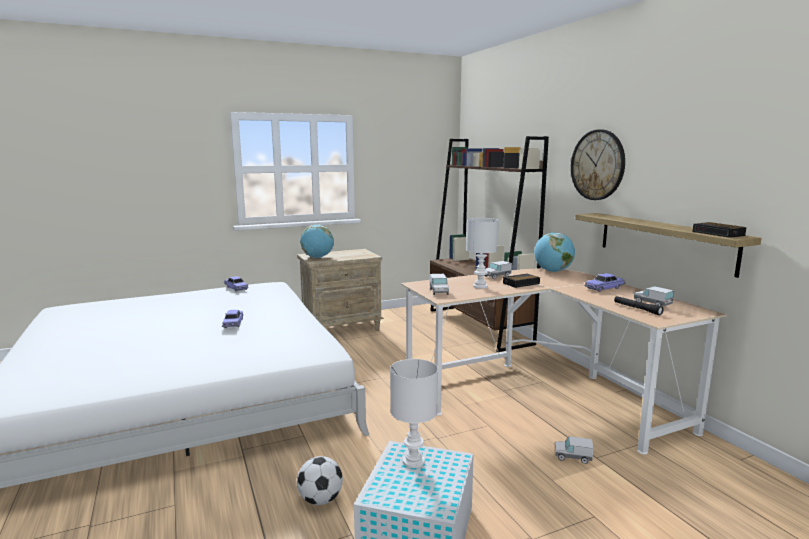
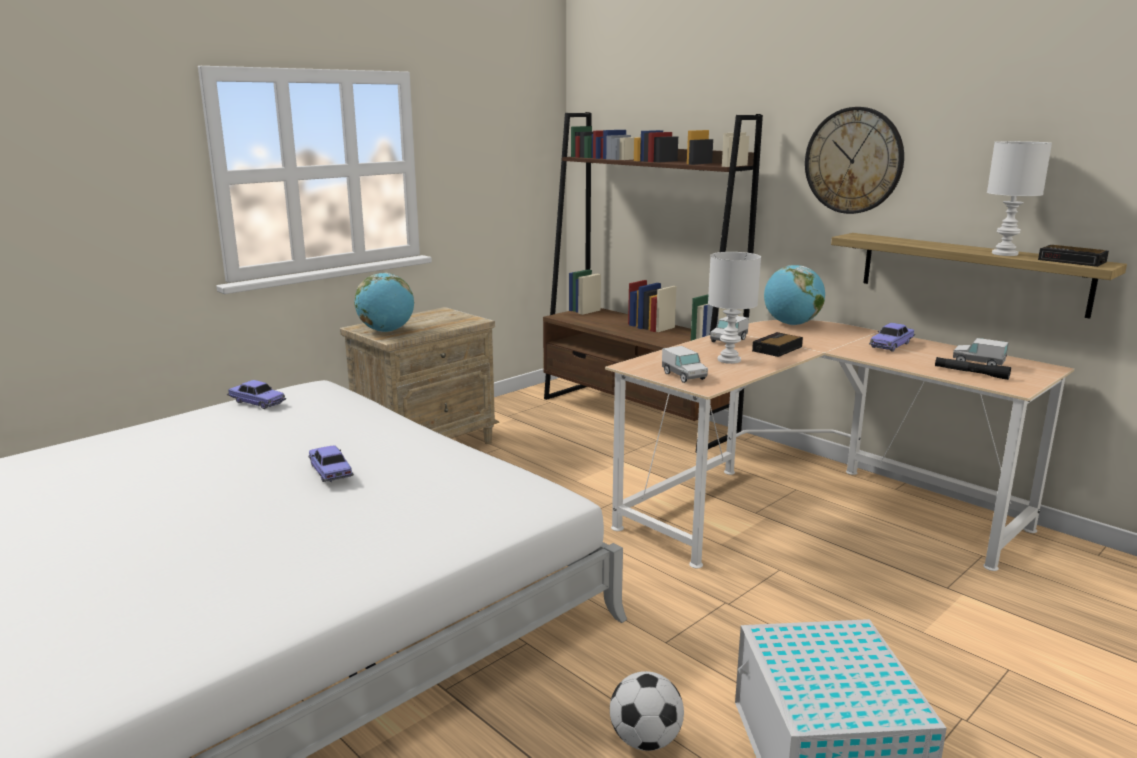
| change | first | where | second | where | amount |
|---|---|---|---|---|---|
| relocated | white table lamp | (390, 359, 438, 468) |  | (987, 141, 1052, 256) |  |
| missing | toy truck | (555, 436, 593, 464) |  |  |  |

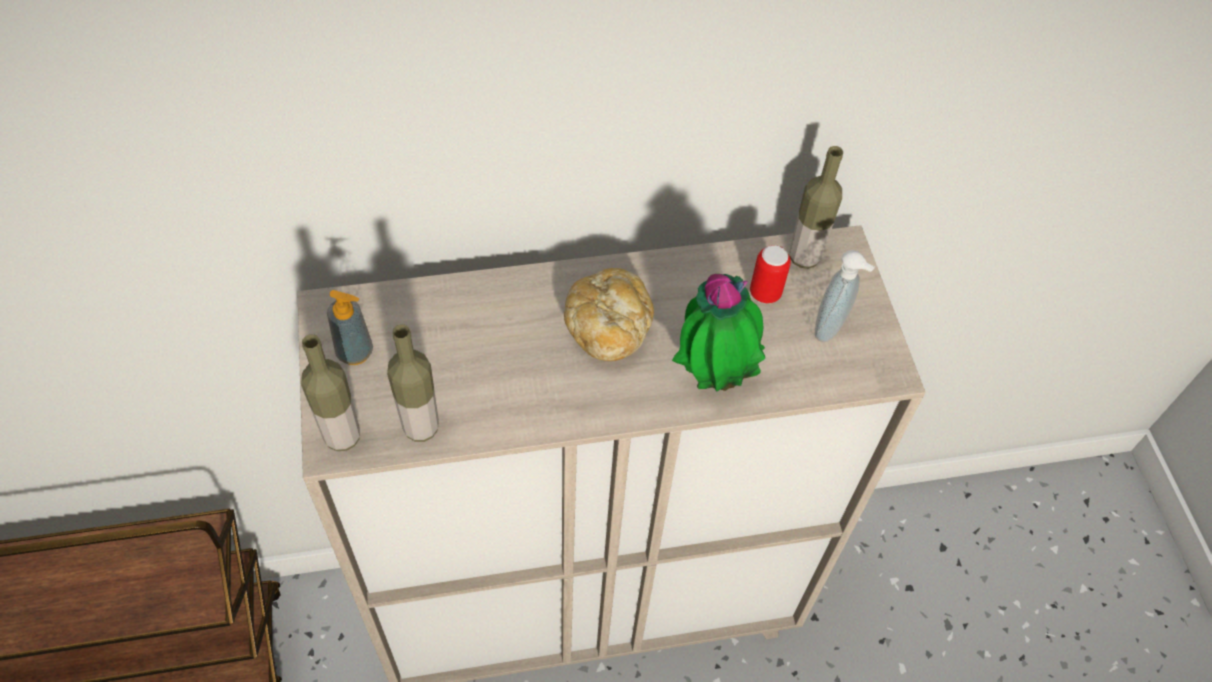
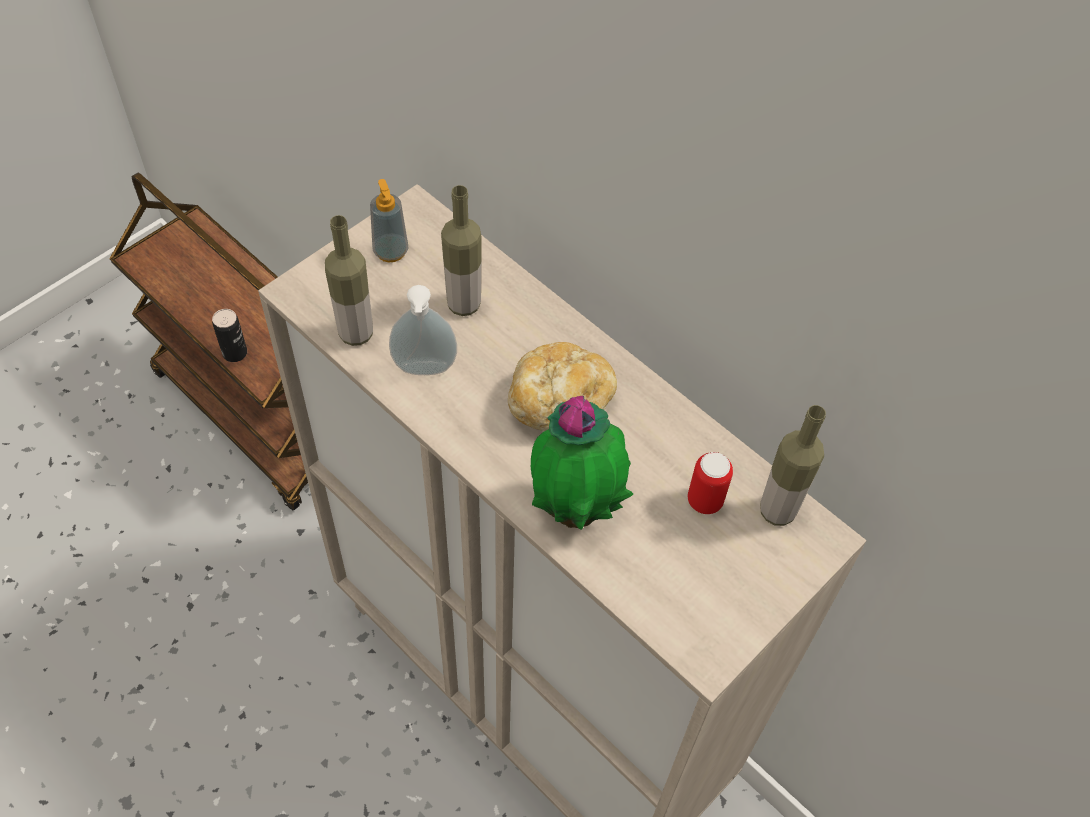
| change | first | where | second | where | amount |
|---|---|---|---|---|---|
| relocated | soap dispenser | (815, 250, 875, 342) |  | (389, 285, 457, 375) |  |
| relocated | bottle | (301, 334, 360, 451) |  | (441, 185, 482, 316) |  |
| appeared |  |  | can | (212, 309, 247, 362) |  |

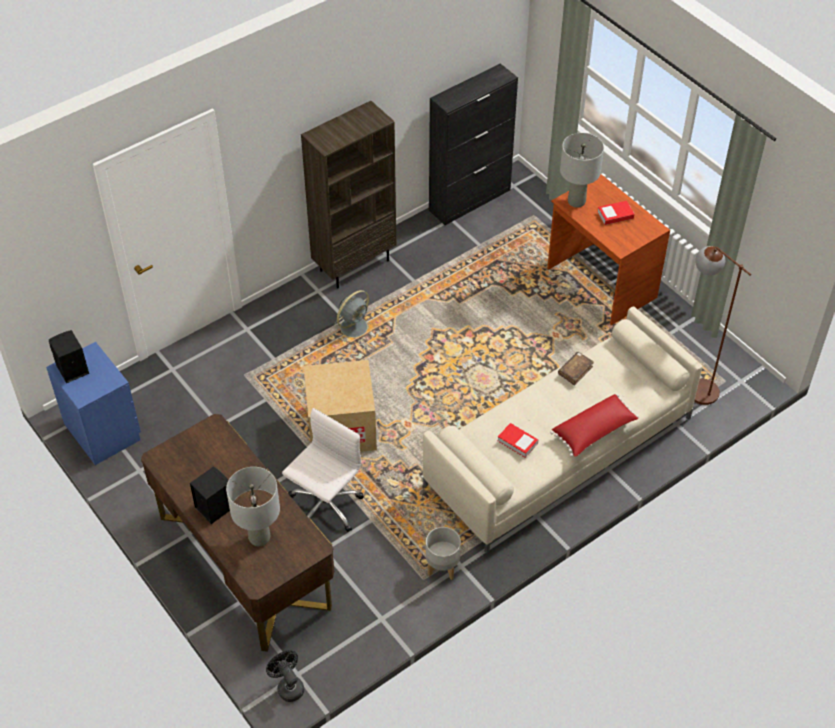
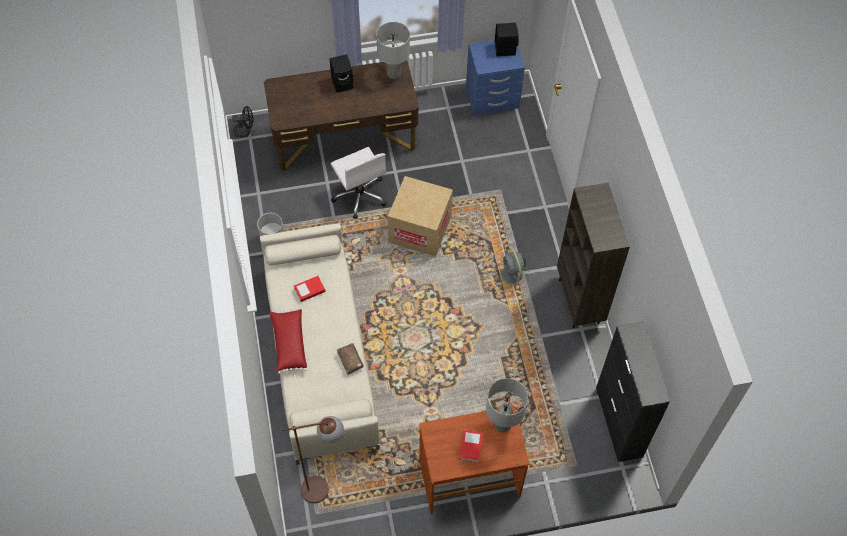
| change | first | where | second | where | amount |
|---|---|---|---|---|---|
| relocated | grey table lamp | (226, 467, 280, 546) |  | (376, 22, 410, 79) |  |

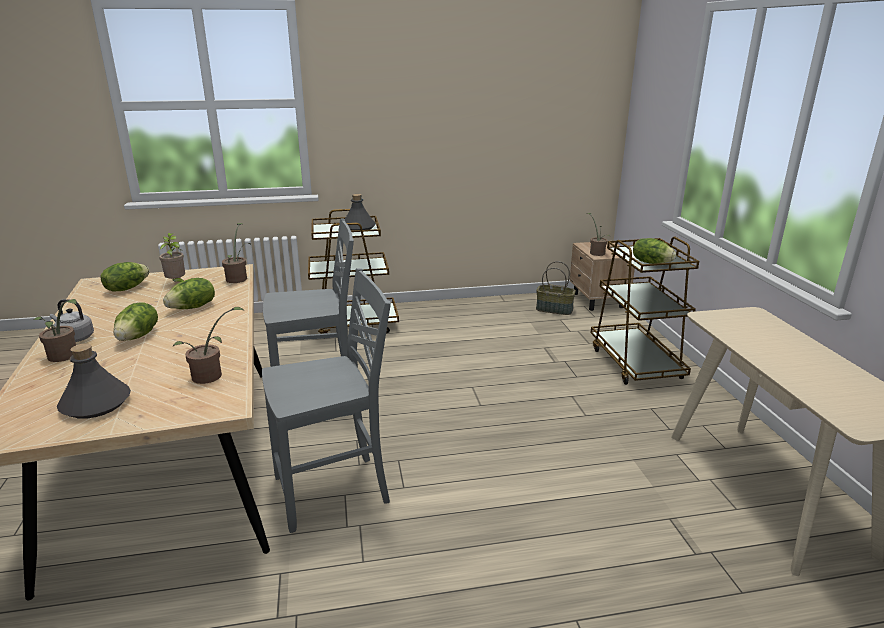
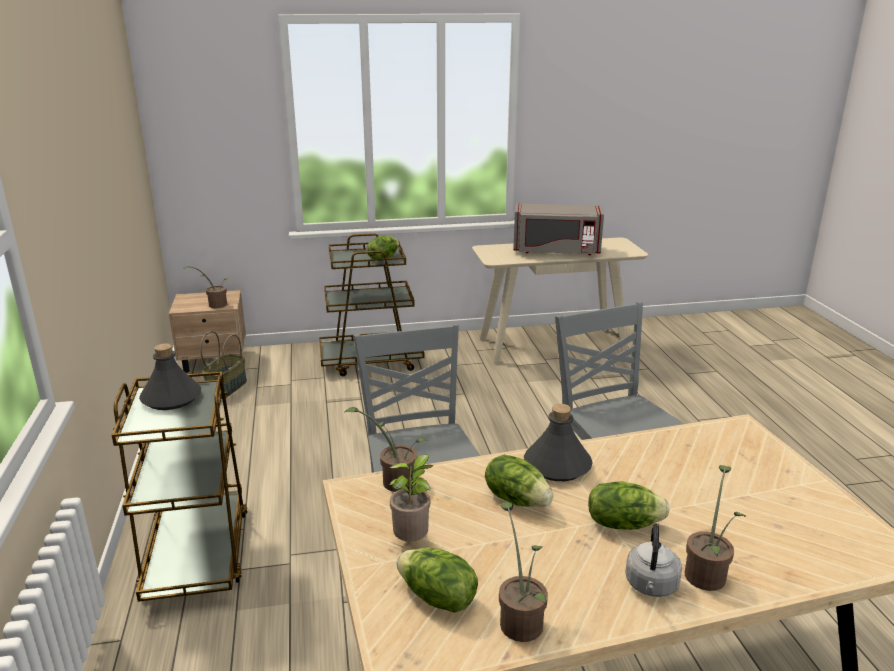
| change | first | where | second | where | amount |
|---|---|---|---|---|---|
| relocated | potted plant | (173, 307, 245, 384) |  | (499, 502, 548, 642) |  |
| relocated | grey bottle | (57, 343, 131, 419) |  | (524, 404, 593, 481) |  |
| appeared |  |  | grey microwave | (513, 203, 604, 255) |  |

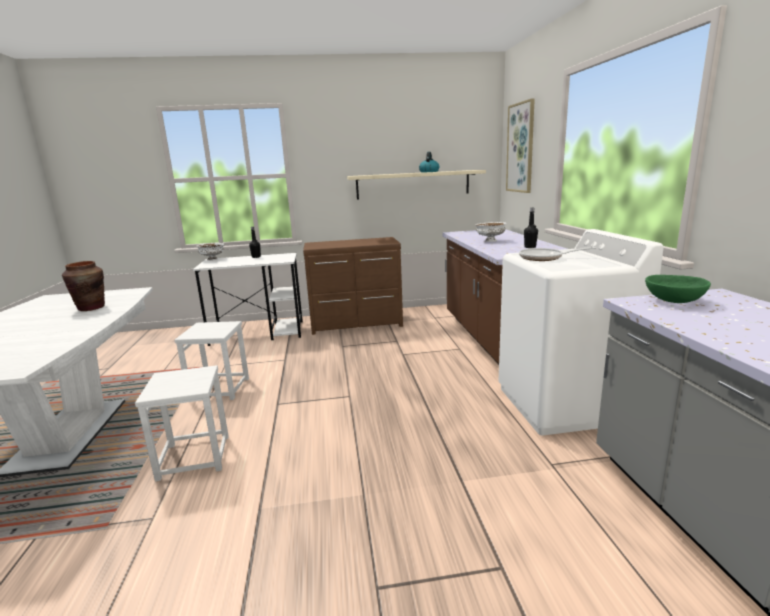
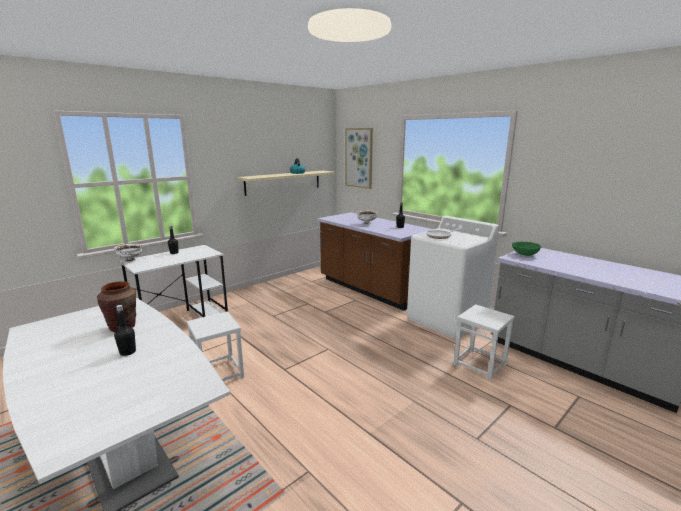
| change | first | where | second | where | amount |
|---|---|---|---|---|---|
| missing | brown dresser | (303, 237, 403, 335) |  |  |  |
| relocated | white stool | (135, 365, 229, 482) |  | (454, 304, 515, 380) |  |
| appeared |  |  | black bottle | (114, 305, 136, 356) |  |

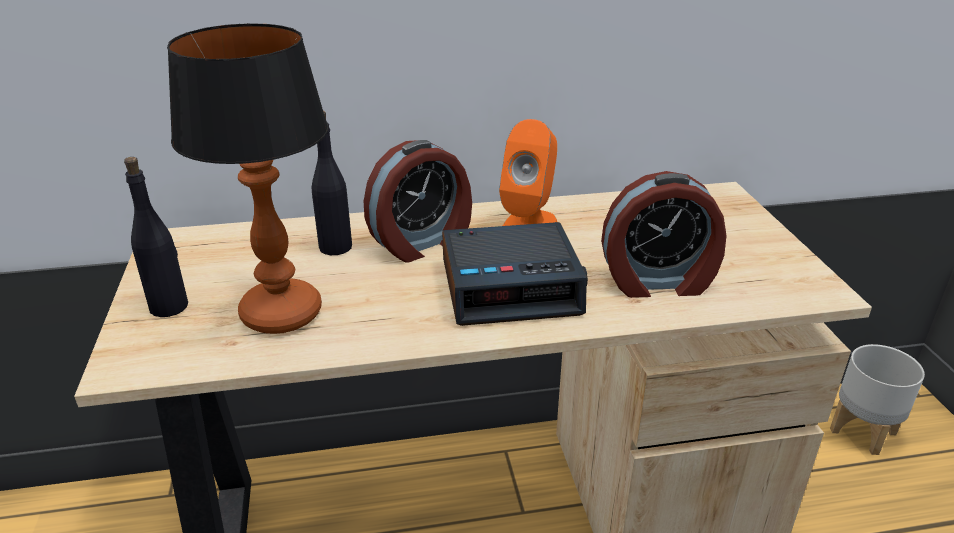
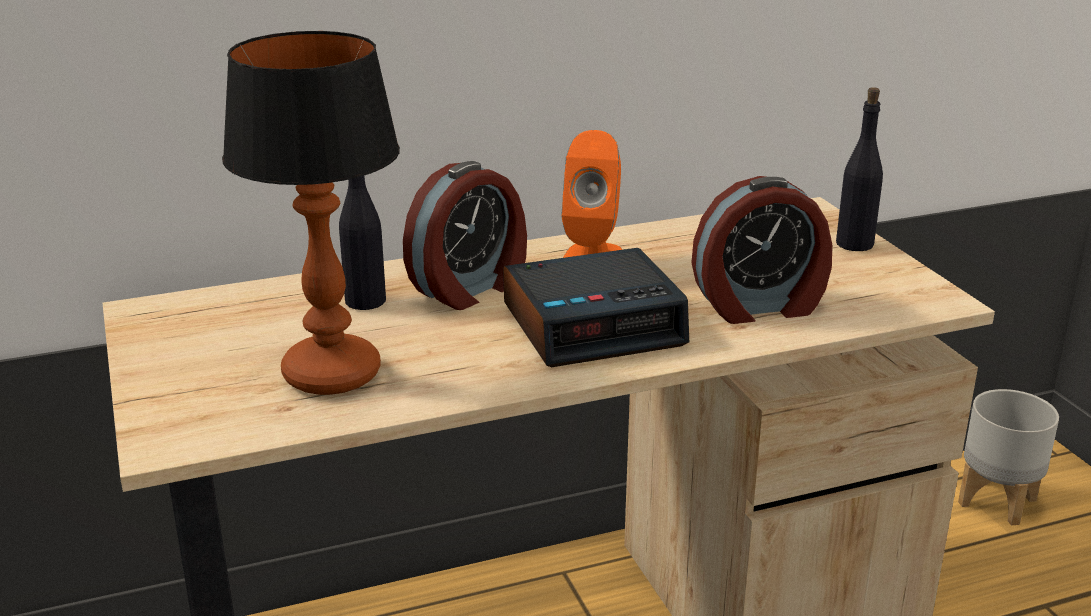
| change | first | where | second | where | amount |
|---|---|---|---|---|---|
| relocated | black bottle | (124, 157, 188, 317) |  | (836, 87, 883, 251) |  |

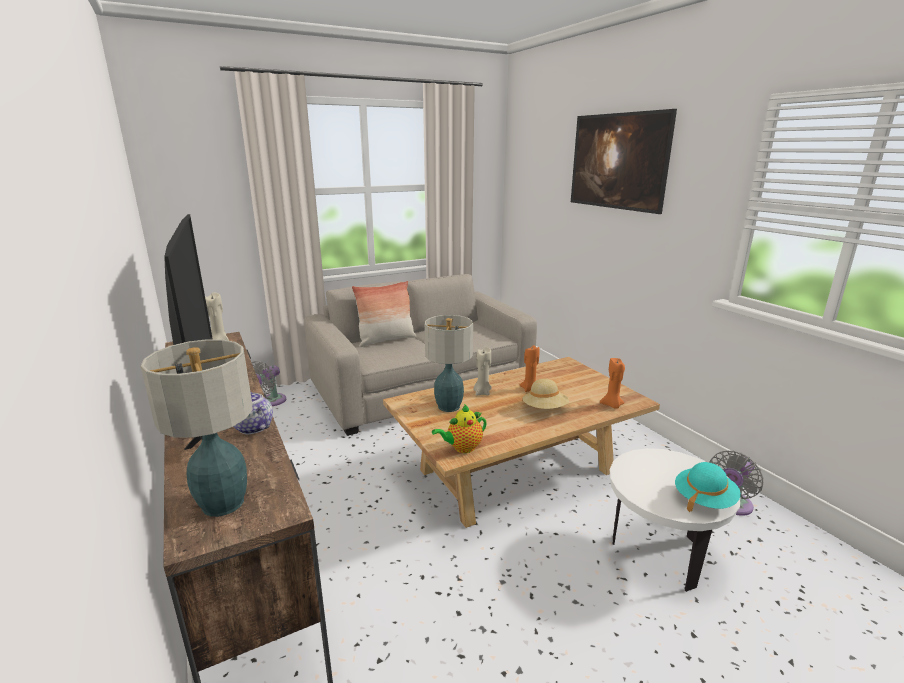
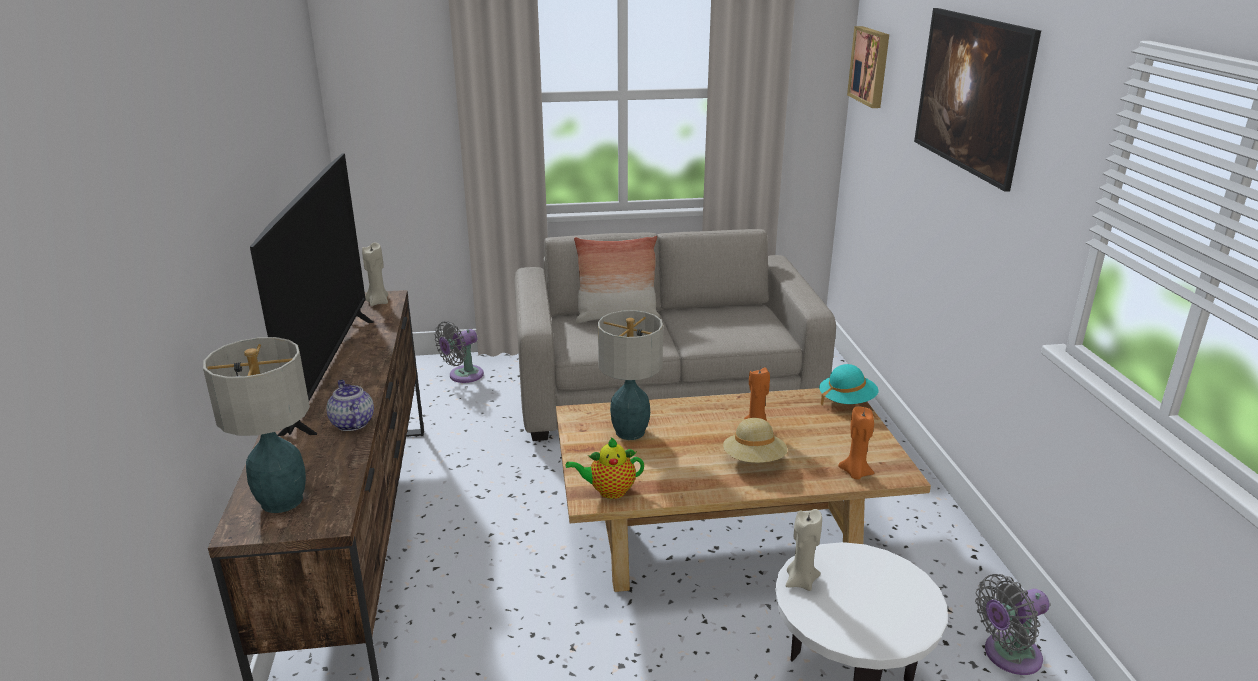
| change | first | where | second | where | amount |
|---|---|---|---|---|---|
| relocated | beige candle | (473, 347, 492, 396) |  | (786, 509, 822, 591) |  |
| relocated | turquoise hat | (675, 462, 741, 512) |  | (819, 364, 878, 405) |  |
| appeared |  |  | picture | (847, 26, 889, 108) |  |

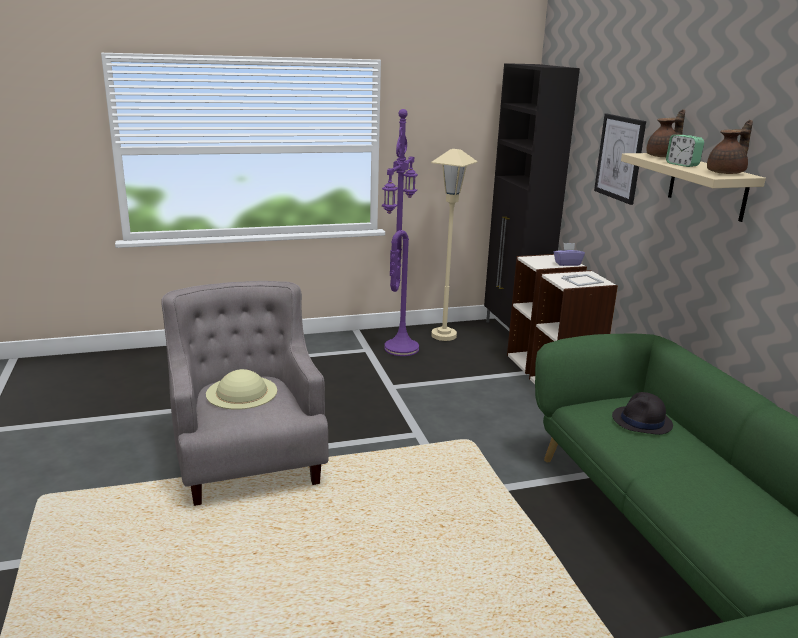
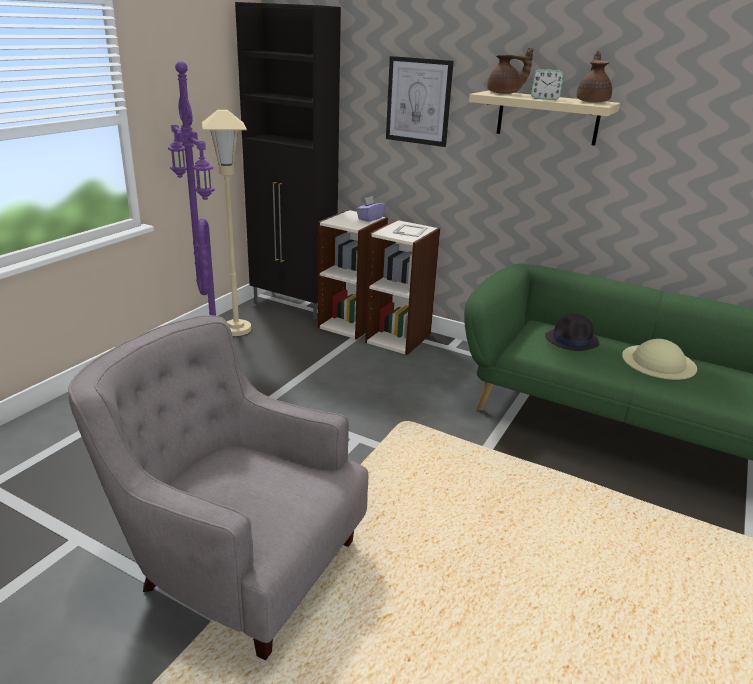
| change | first | where | second | where | amount |
|---|---|---|---|---|---|
| spun | brown teapot | (646, 109, 685, 157) |  | (487, 47, 534, 94) | 90 degrees clockwise |
| relocated | beige hat | (206, 369, 277, 410) |  | (622, 339, 697, 380) |  |

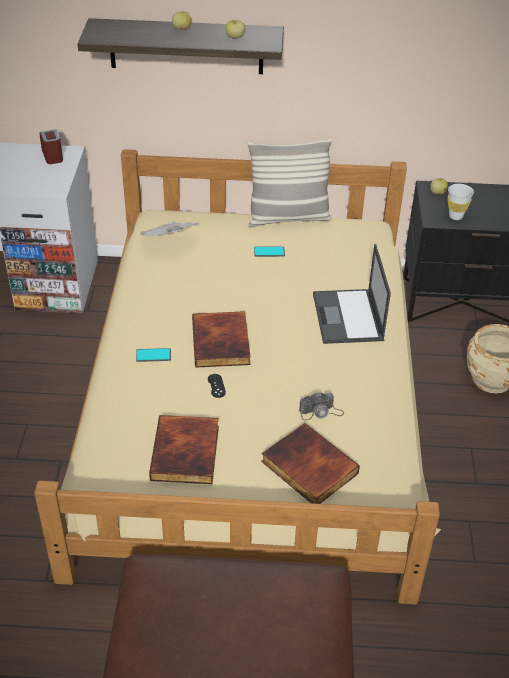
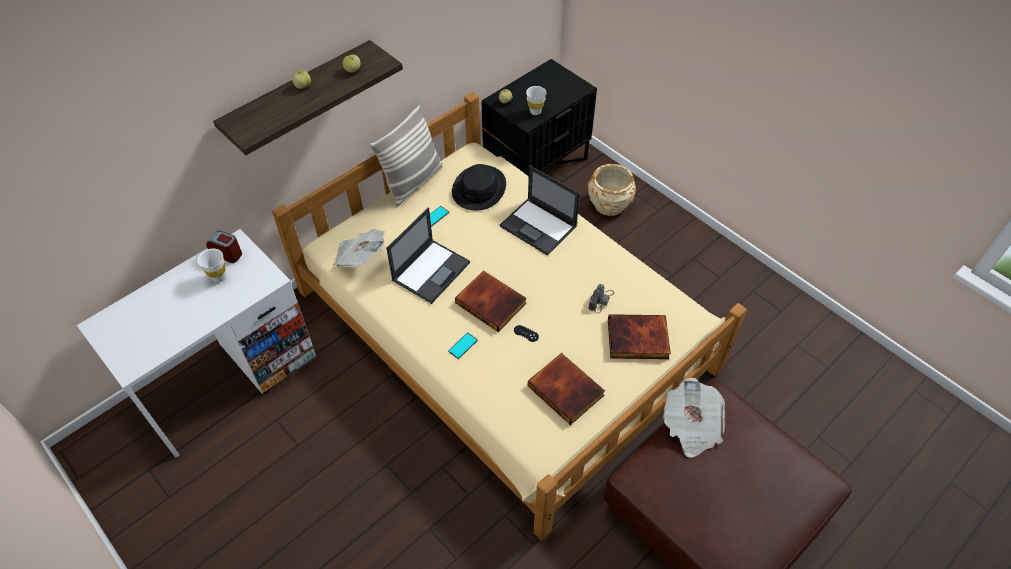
| change | first | where | second | where | amount |
|---|---|---|---|---|---|
| appeared |  |  | black hat | (452, 164, 506, 211) |  |
| appeared |  |  | laptop | (386, 208, 470, 304) |  |
| appeared |  |  | white cup | (197, 249, 226, 282) |  |
| appeared |  |  | newspaper | (663, 378, 725, 458) |  |

